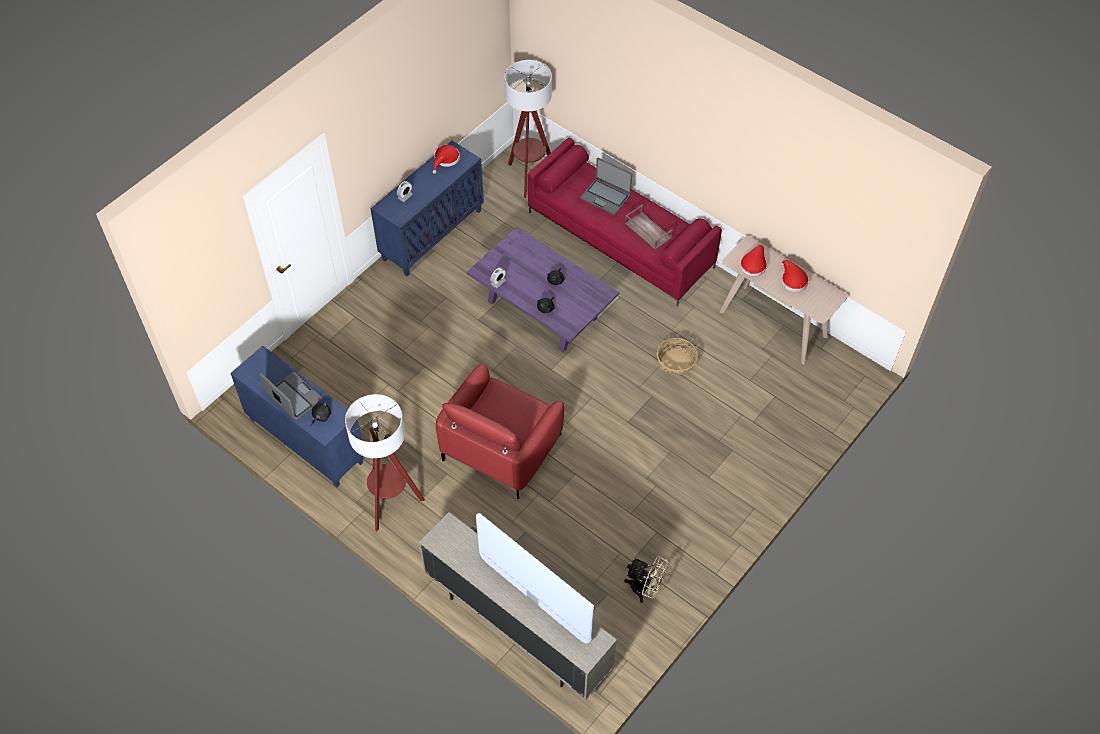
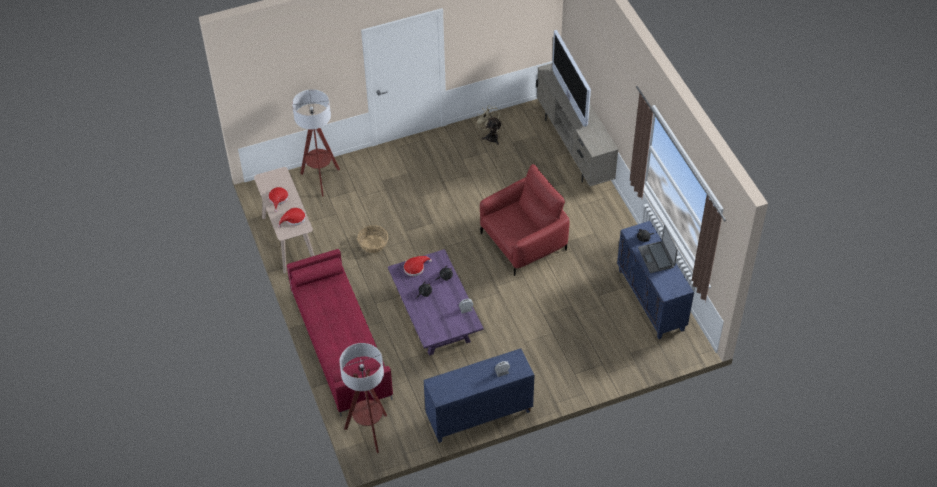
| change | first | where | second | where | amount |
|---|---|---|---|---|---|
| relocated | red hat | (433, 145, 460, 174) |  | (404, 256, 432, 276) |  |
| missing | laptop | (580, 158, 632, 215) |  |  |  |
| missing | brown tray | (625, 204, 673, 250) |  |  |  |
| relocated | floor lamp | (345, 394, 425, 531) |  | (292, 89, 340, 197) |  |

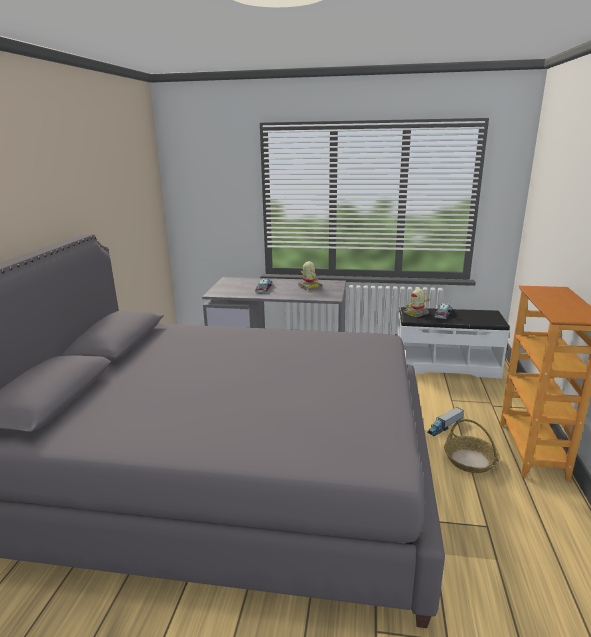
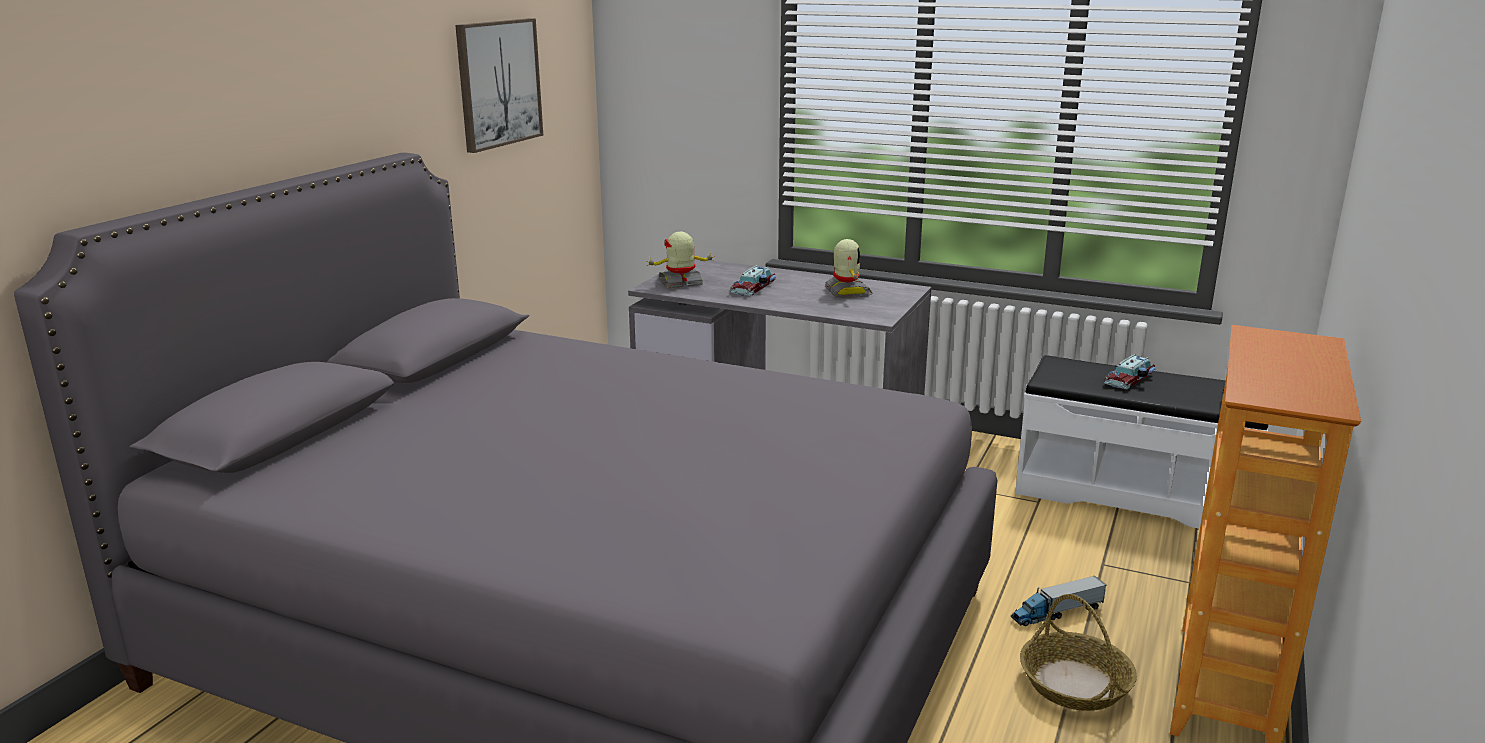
| change | first | where | second | where | amount |
|---|---|---|---|---|---|
| relocated | toy robot | (403, 289, 430, 317) |  | (647, 231, 713, 288) |  |
| appeared |  |  | picture | (455, 18, 543, 153) |  |

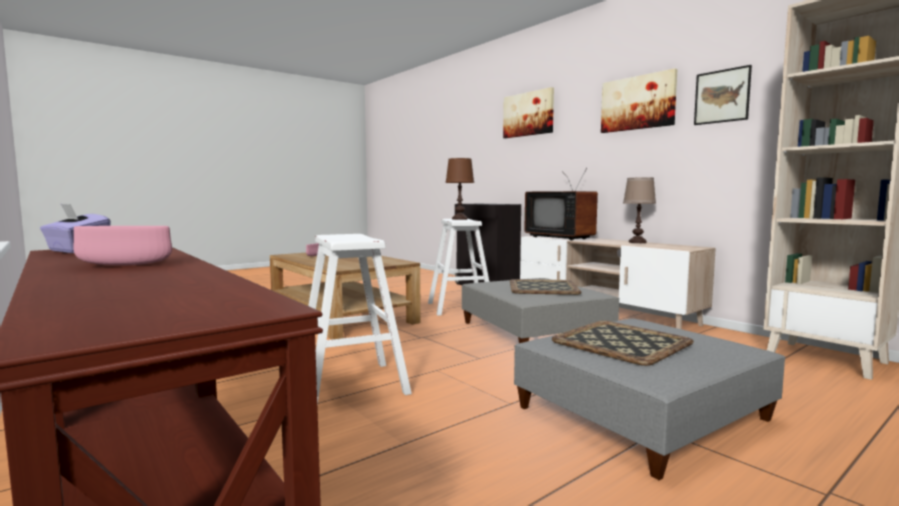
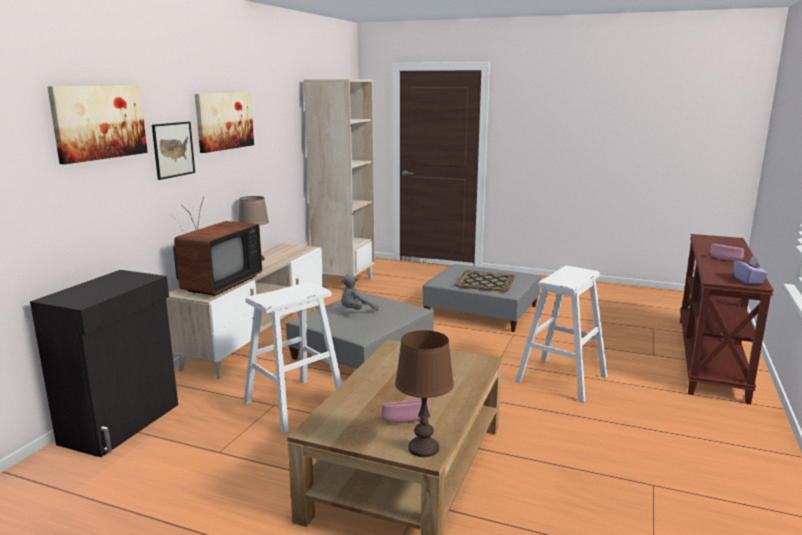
| change | first | where | second | where | amount |
|---|---|---|---|---|---|
| relocated | picture | (694, 65, 752, 125) |  | (152, 122, 195, 180) |  |
| relocated | brown table lamp | (445, 158, 474, 220) |  | (395, 330, 454, 457) |  |
| exchanged | tray | (510, 279, 581, 295) | grey plush toy | (340, 274, 379, 311) |  |

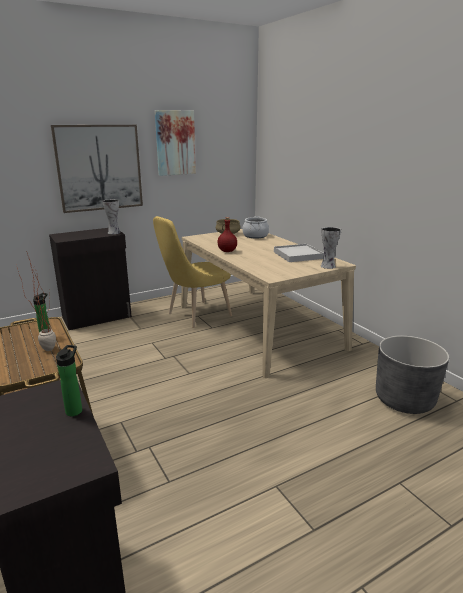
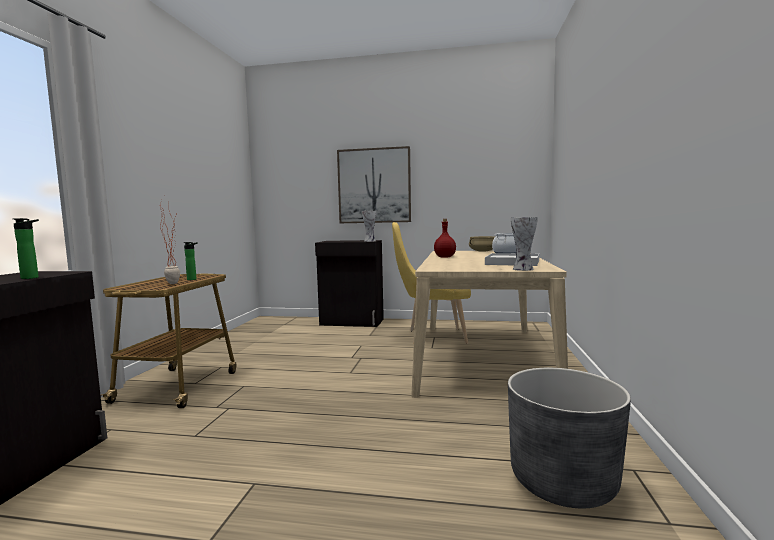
| change | first | where | second | where | amount |
|---|---|---|---|---|---|
| missing | picture | (155, 110, 196, 176) |  |  |  |

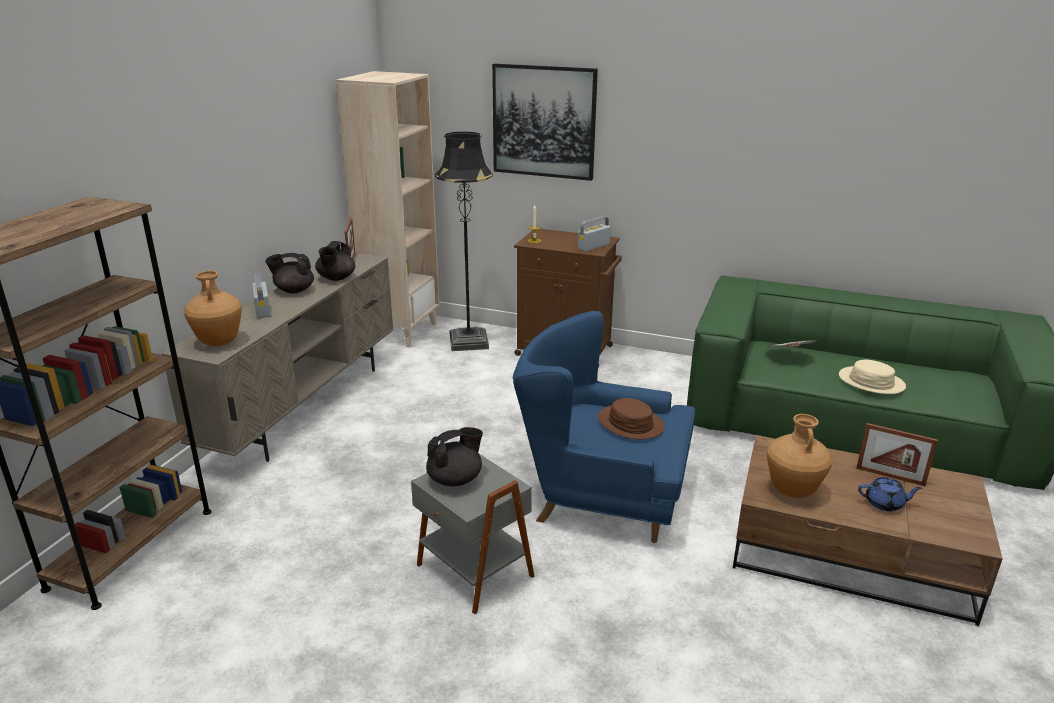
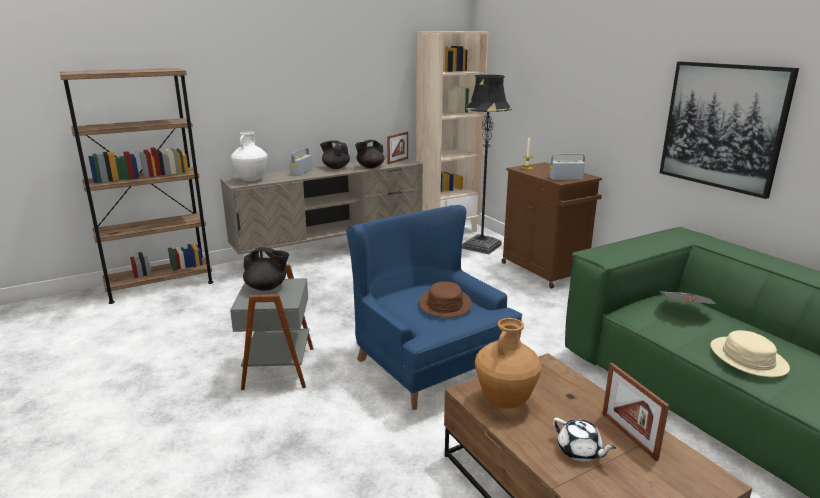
| change | first | where | second | where | amount |
|---|---|---|---|---|---|
| relocated | picture | (492, 64, 598, 181) |  | (660, 62, 799, 199) |  |
| colour | brown vase | (184, 271, 242, 346) | white vase | (231, 132, 268, 181) |  |
| colour | blue teapot | (858, 477, 922, 512) | white teapot | (553, 418, 616, 461) |  |

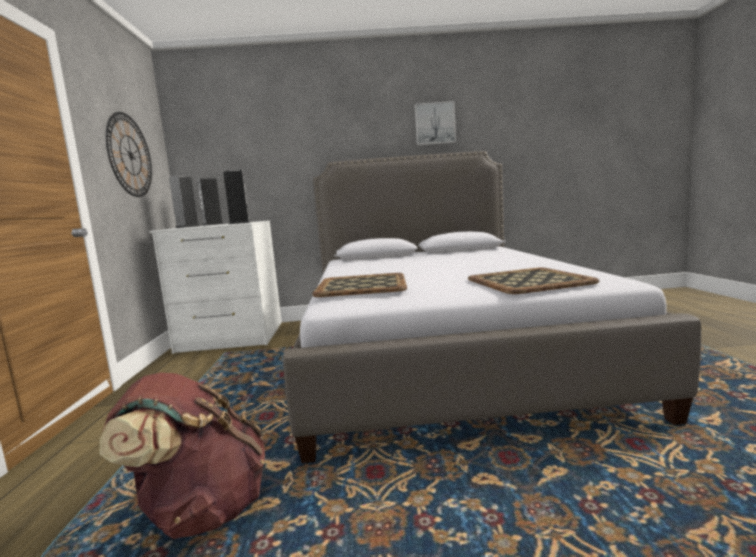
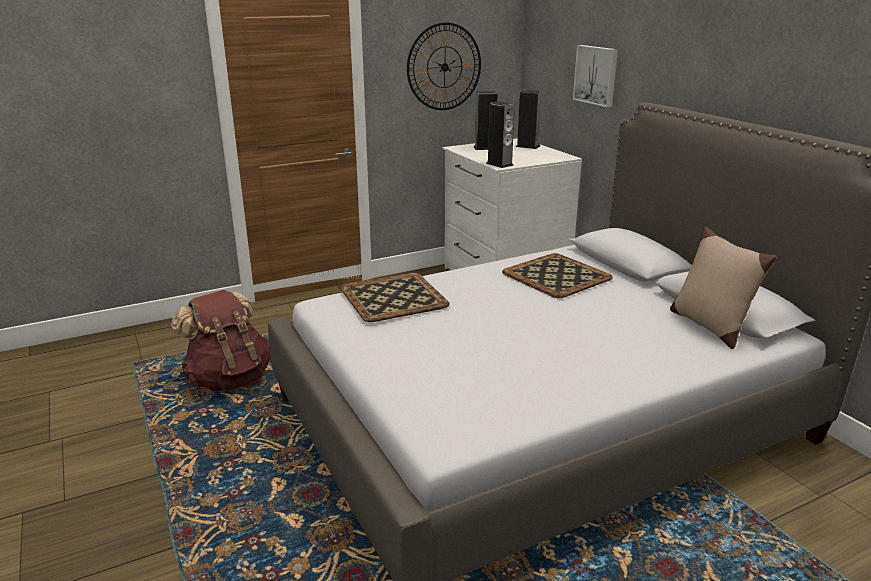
| change | first | where | second | where | amount |
|---|---|---|---|---|---|
| relocated | picture | (415, 101, 456, 145) |  | (573, 45, 618, 107) |  |
| relocated | tray | (468, 268, 599, 294) |  | (502, 253, 613, 298) |  |
| appeared |  |  | beige pillow | (670, 227, 776, 349) |  |

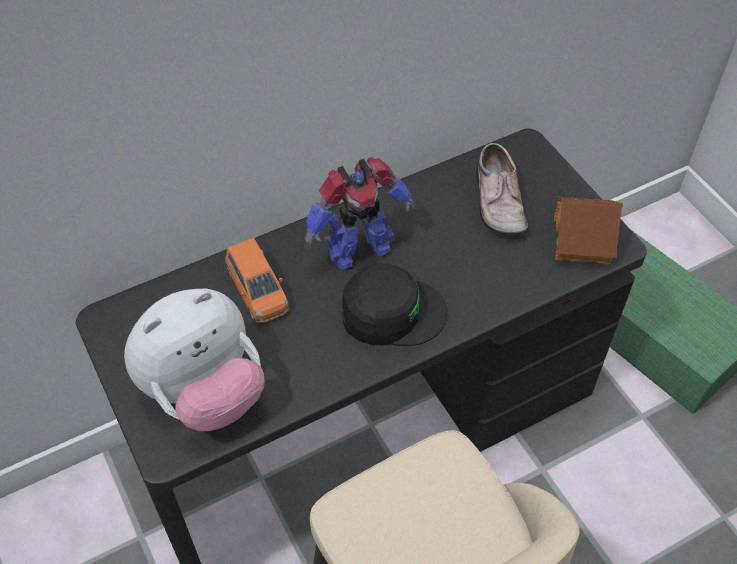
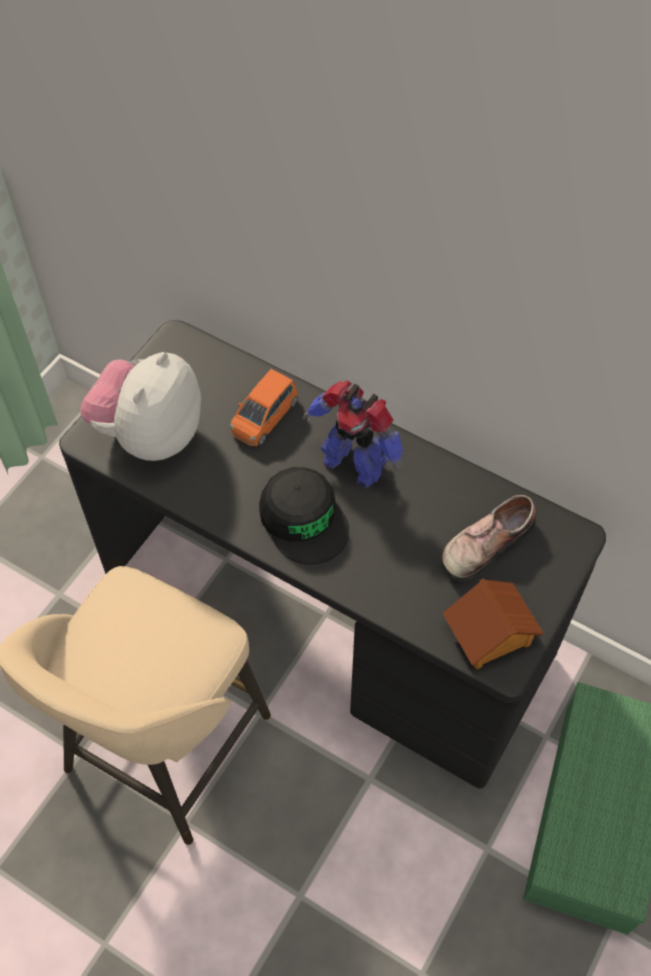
| change | first | where | second | where | amount |
|---|---|---|---|---|---|
| spun | plush toy | (124, 289, 265, 431) |  | (80, 352, 201, 461) | 90 degrees clockwise |

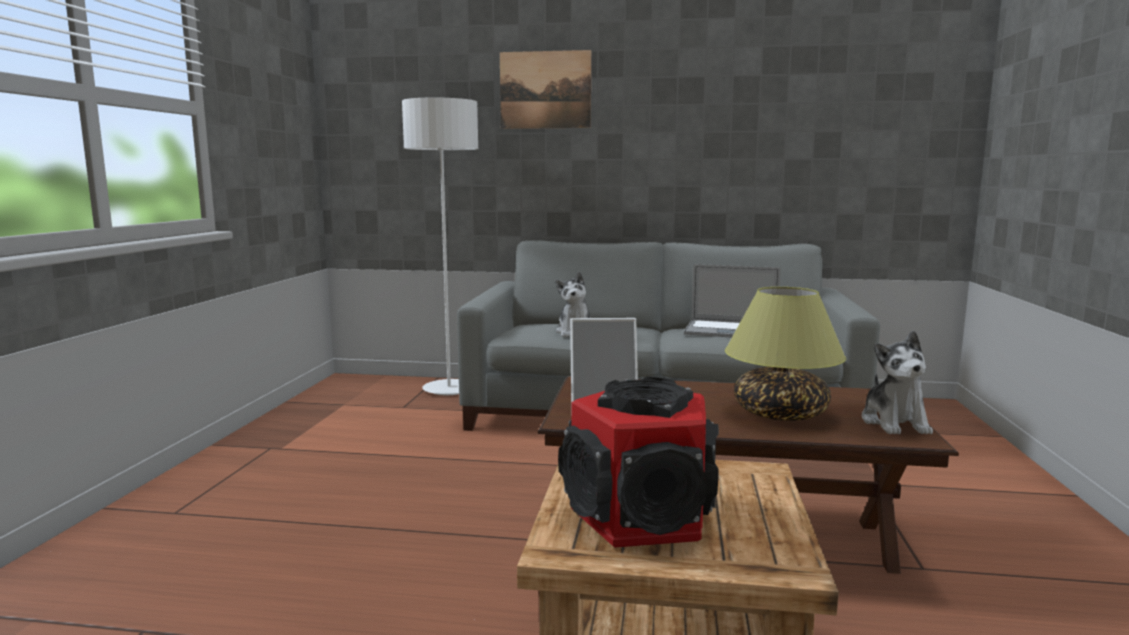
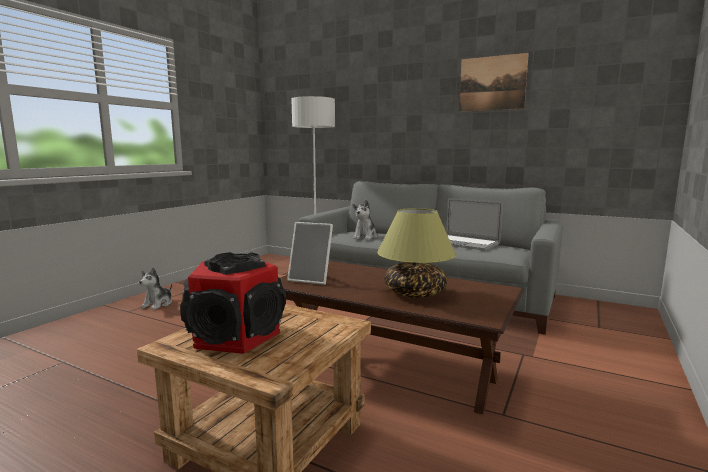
| change | first | where | second | where | amount |
|---|---|---|---|---|---|
| relocated | picture | (500, 50, 591, 129) |  | (459, 53, 529, 112) |  |
| relocated | plush toy | (861, 331, 933, 434) |  | (139, 267, 172, 310) |  |

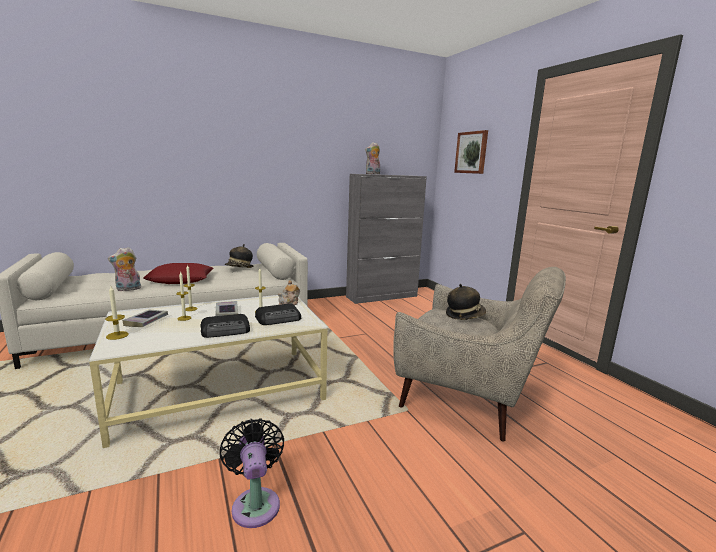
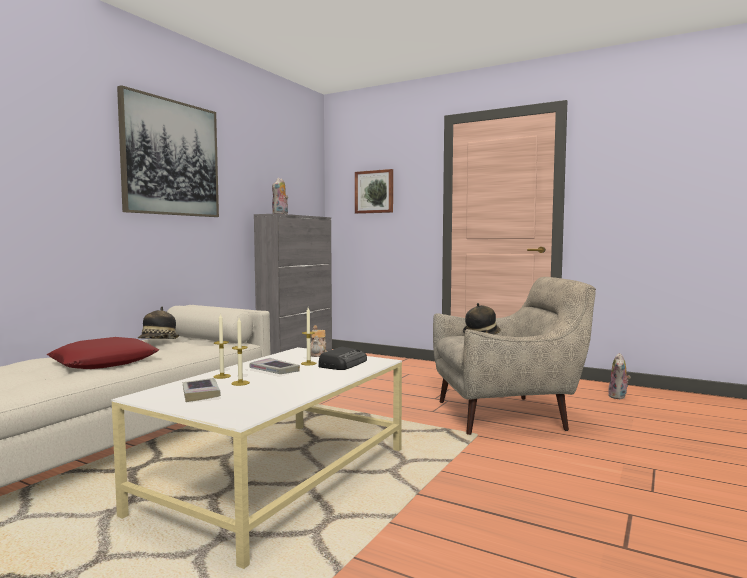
| change | first | where | second | where | amount |
|---|---|---|---|---|---|
| relocated | plush toy | (108, 247, 142, 291) |  | (608, 353, 631, 399) |  |
| missing | candle | (105, 286, 129, 340) |  |  |  |
| missing | radio | (200, 314, 250, 338) |  |  |  |
| missing | black fan | (220, 418, 284, 528) |  |  |  |
| appeared |  |  | picture | (117, 85, 219, 217) |  |

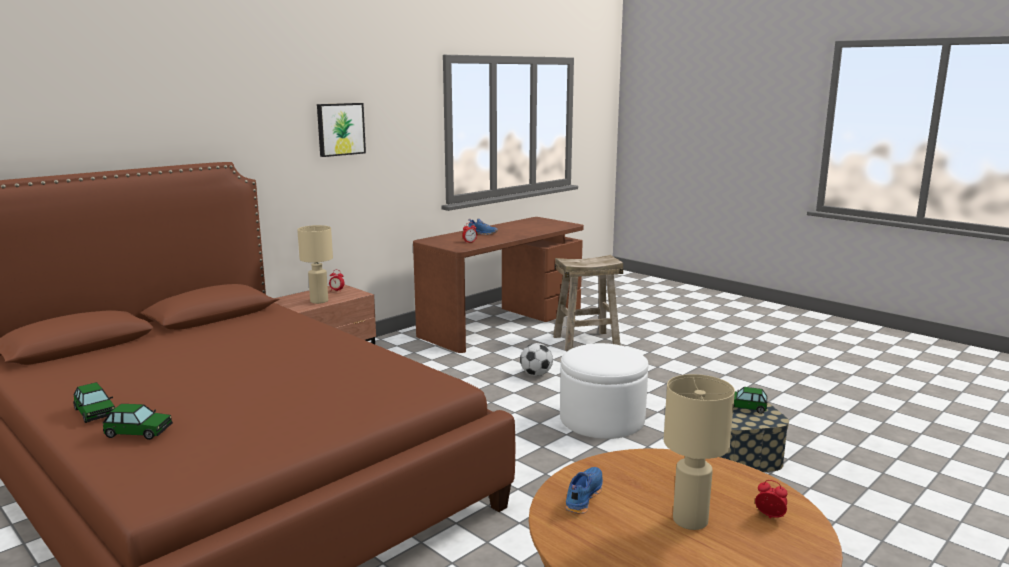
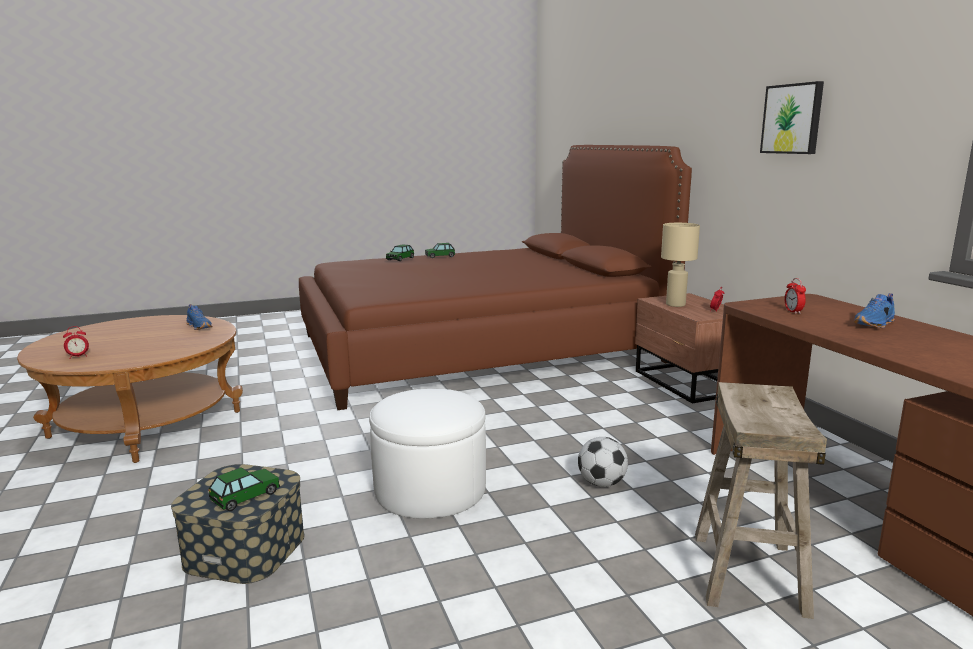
| change | first | where | second | where | amount |
|---|---|---|---|---|---|
| missing | beige table lamp | (664, 374, 735, 530) |  |  |  |

